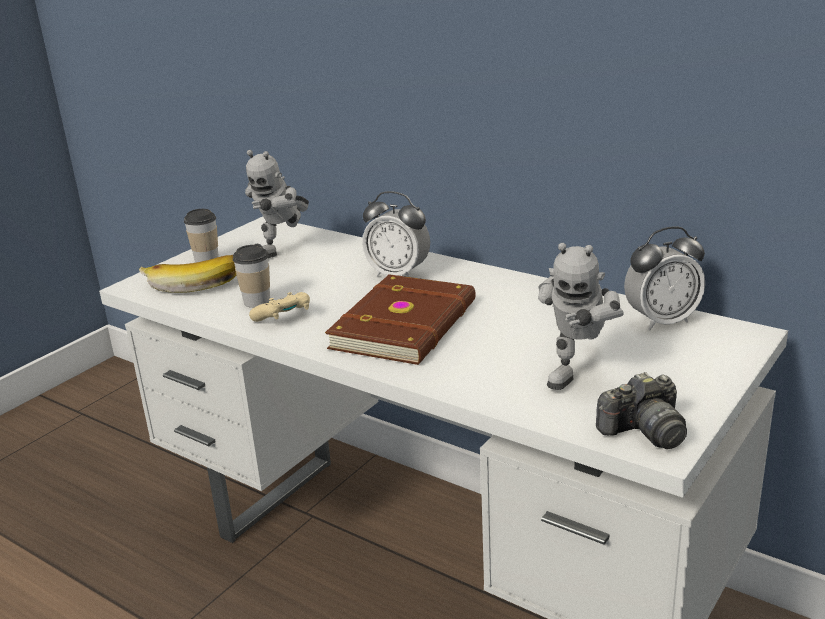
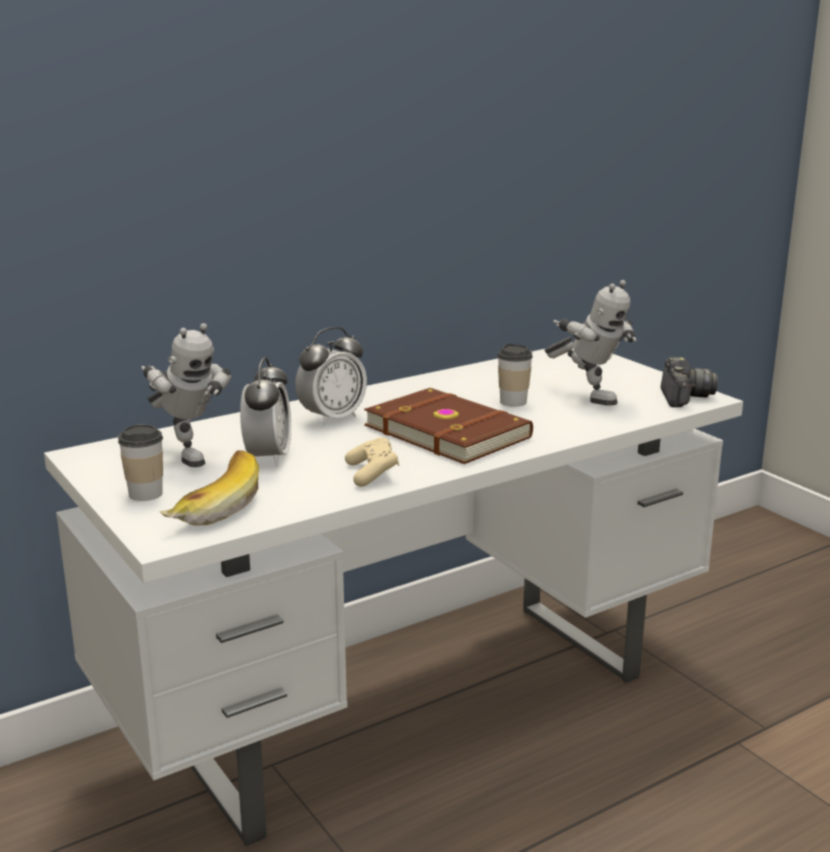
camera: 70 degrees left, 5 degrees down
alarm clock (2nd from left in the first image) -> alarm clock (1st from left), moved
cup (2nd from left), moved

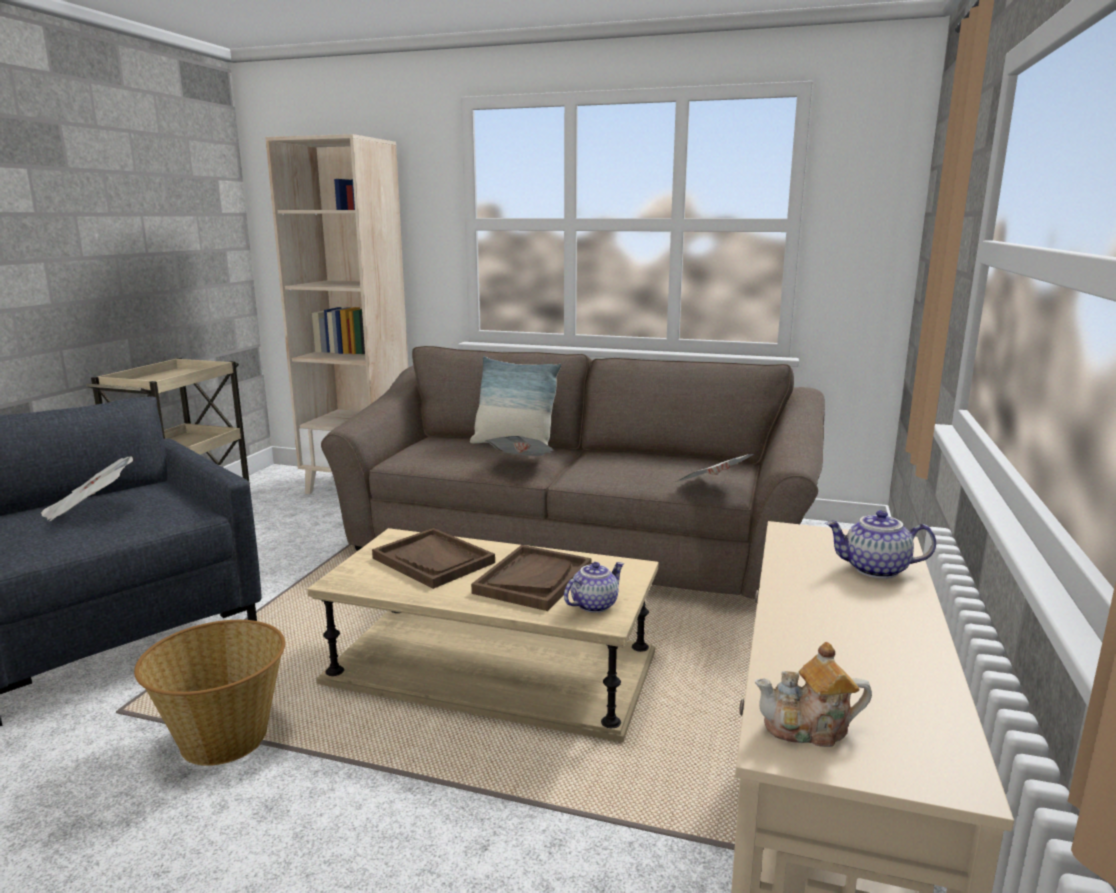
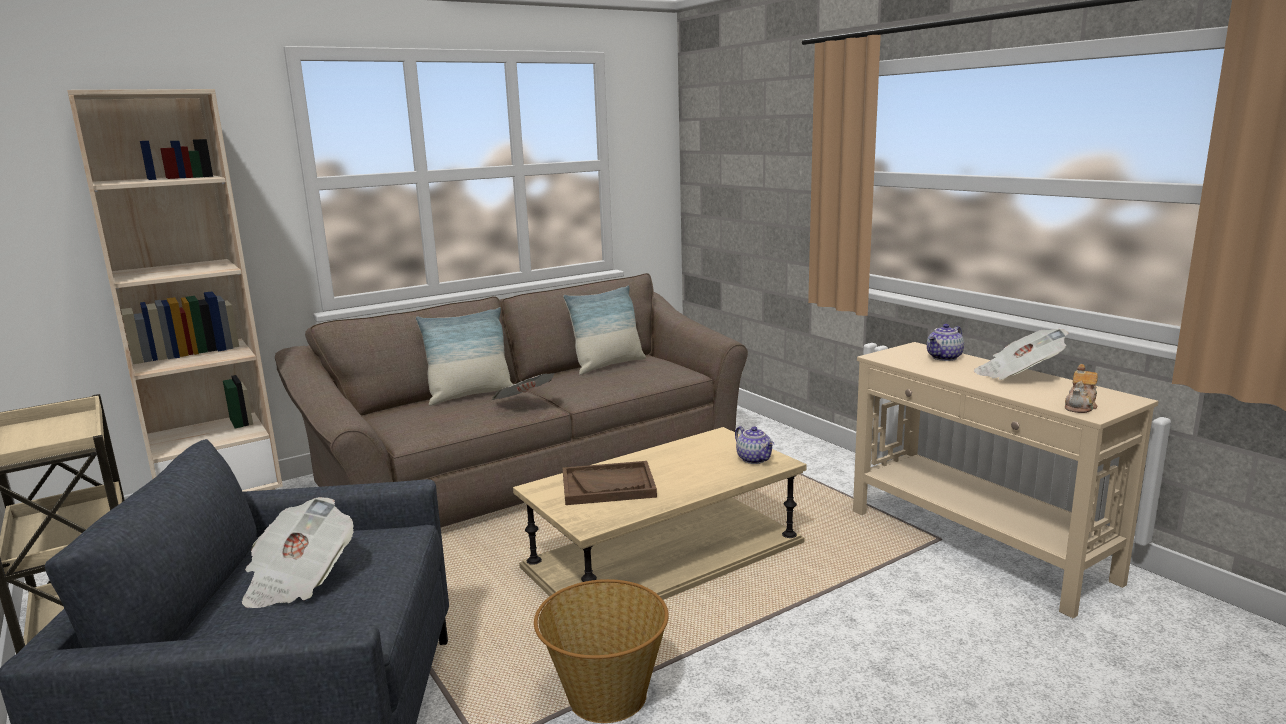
camera: 50 degrees left, 0 degrees up
newspaper (3rd from left), moved
tray in brown (2nd from left) -> none
teapot (1st from left), 150 degrees clockwise
none -> pillow (2nd from left)

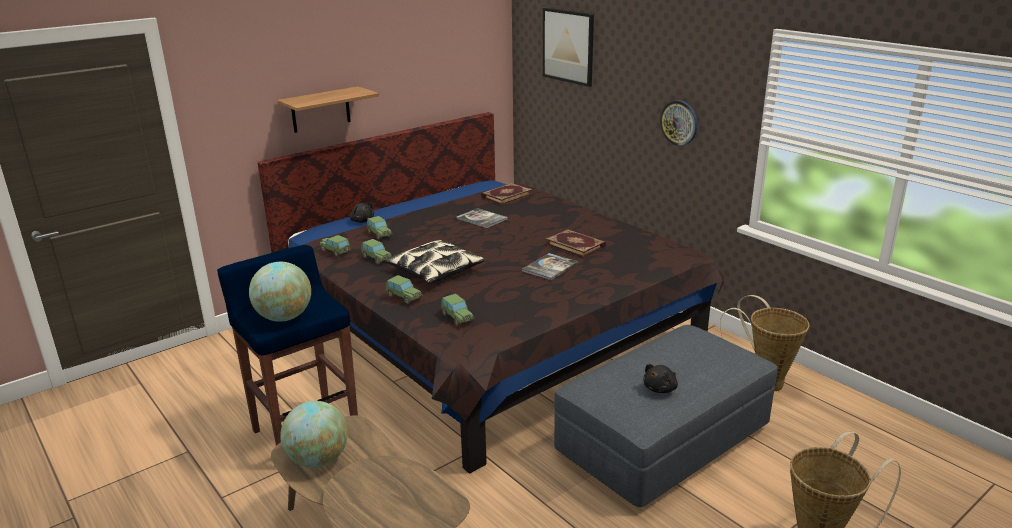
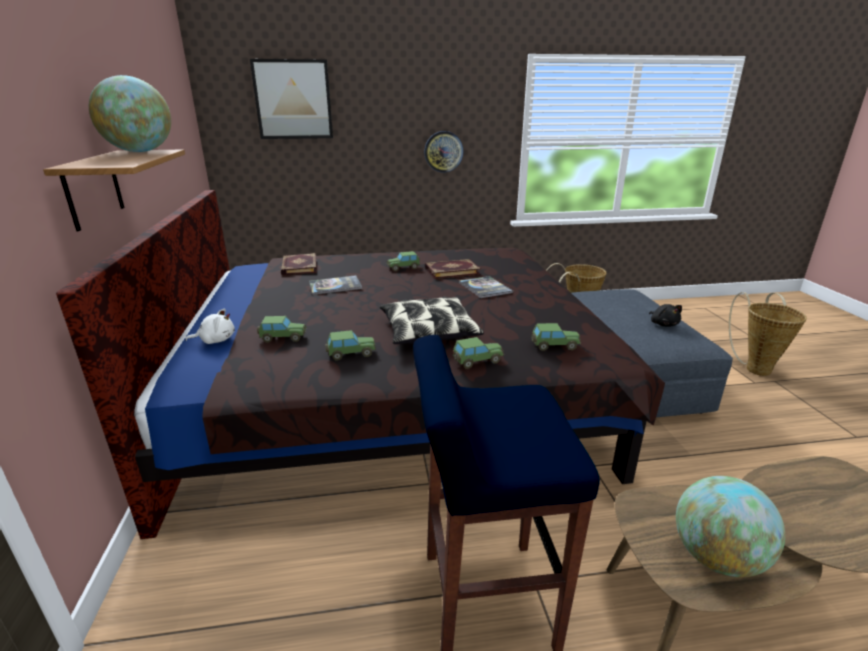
camera: 60 degrees left, 0 degrees up
plush toy in black (1st from left) -> plush toy in white
toy car (1st from left in the first image) -> toy car (3rd from left), moved
globe (1st from left), moved

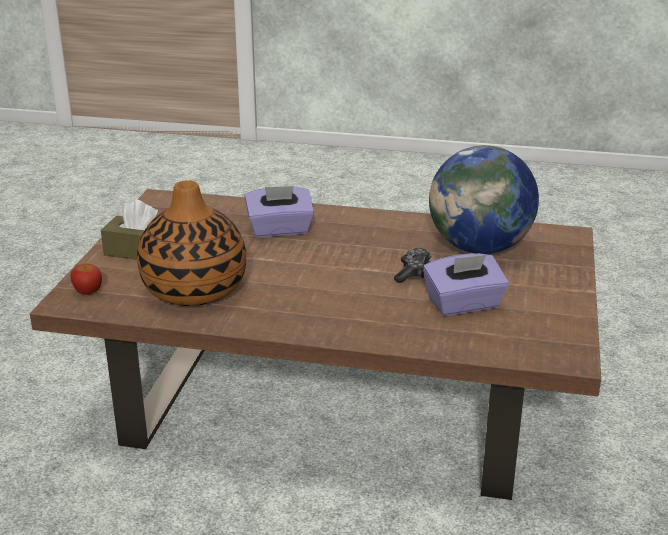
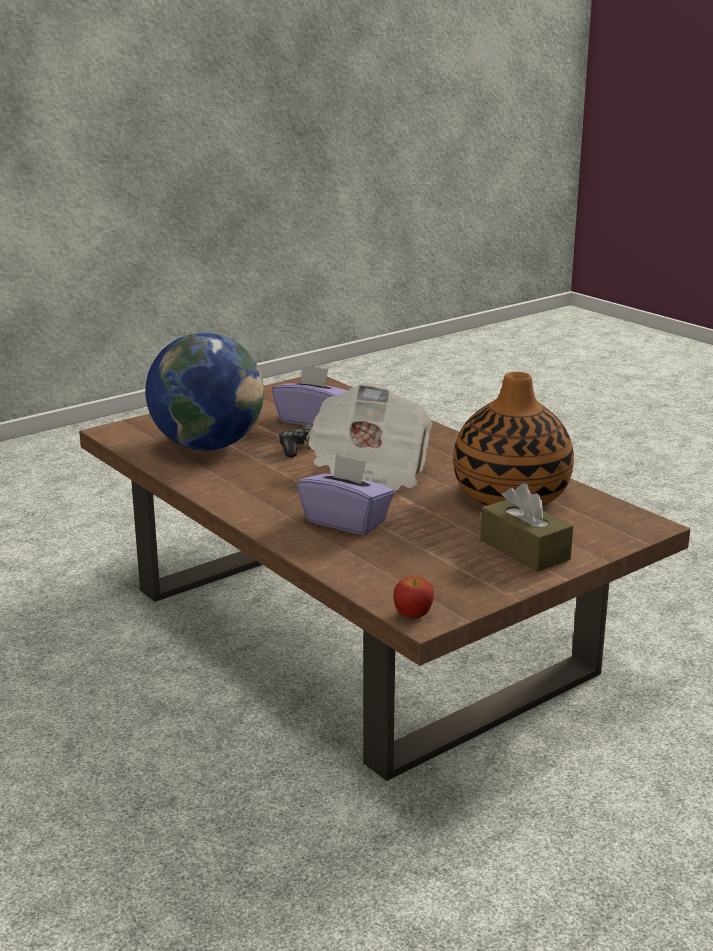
camera: 140 degrees left, 5 degrees down
apple, moved
none -> newspaper

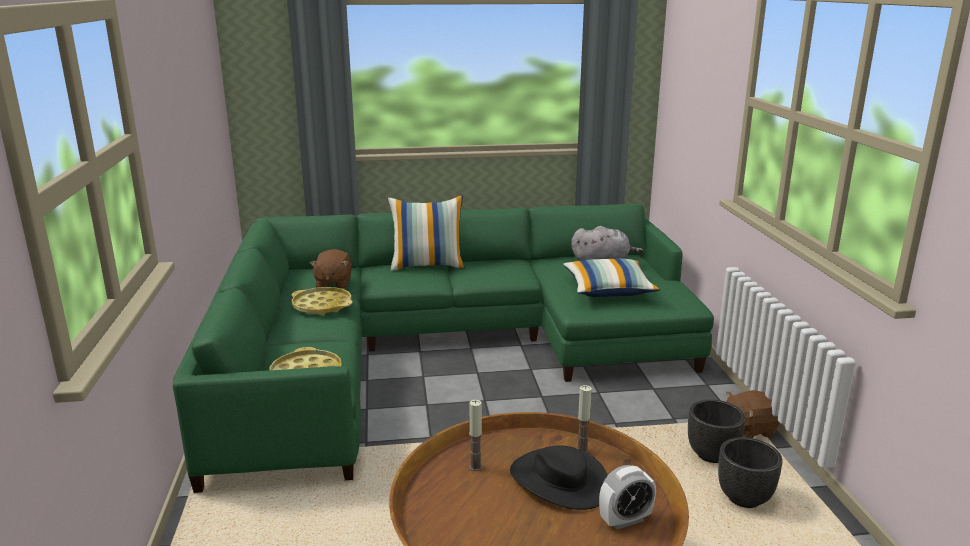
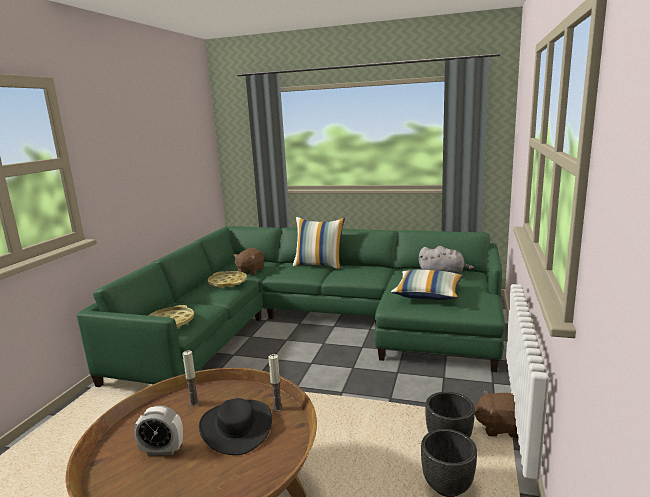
camera: 25 degrees right, 5 degrees down
alarm clock, moved

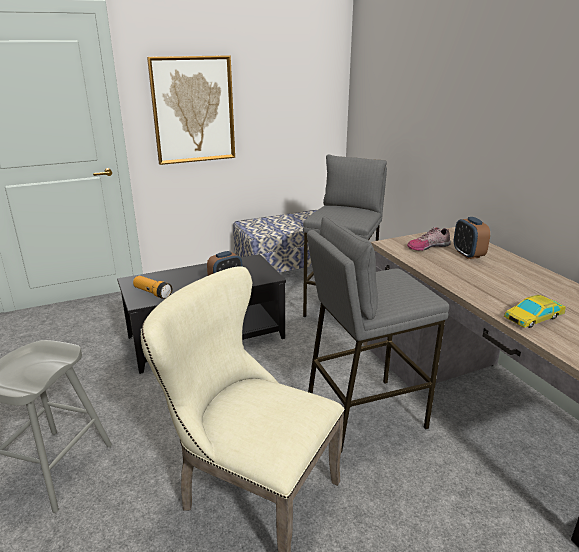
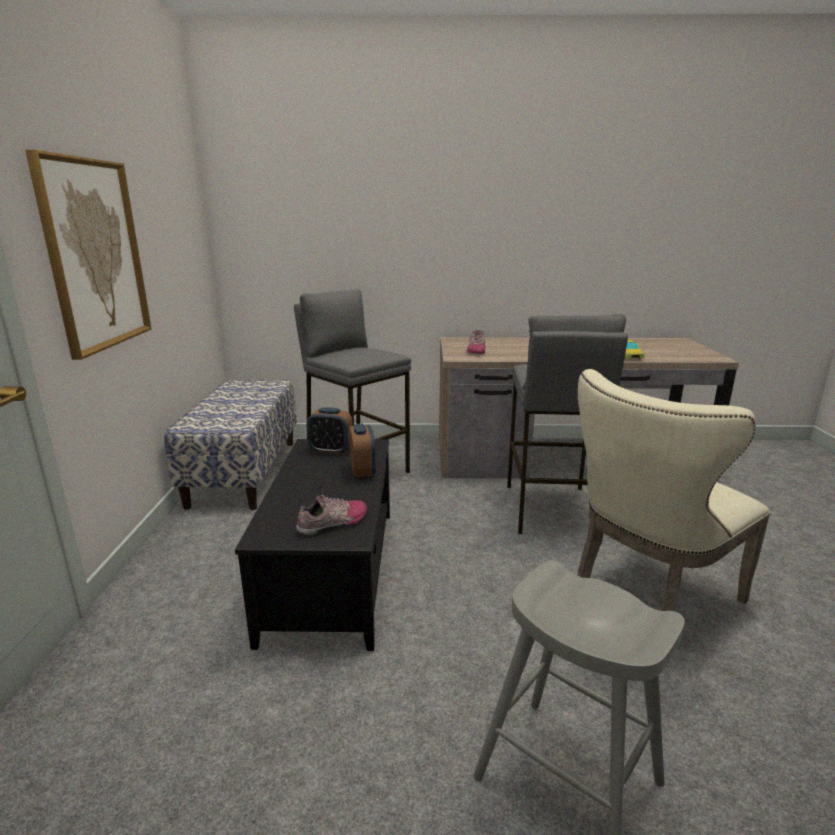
camera: 65 degrees left, 5 degrees down
alarm clock (2nd from left in the first image) -> alarm clock (1st from left), moved
flashlight -> shoe (1st from left)

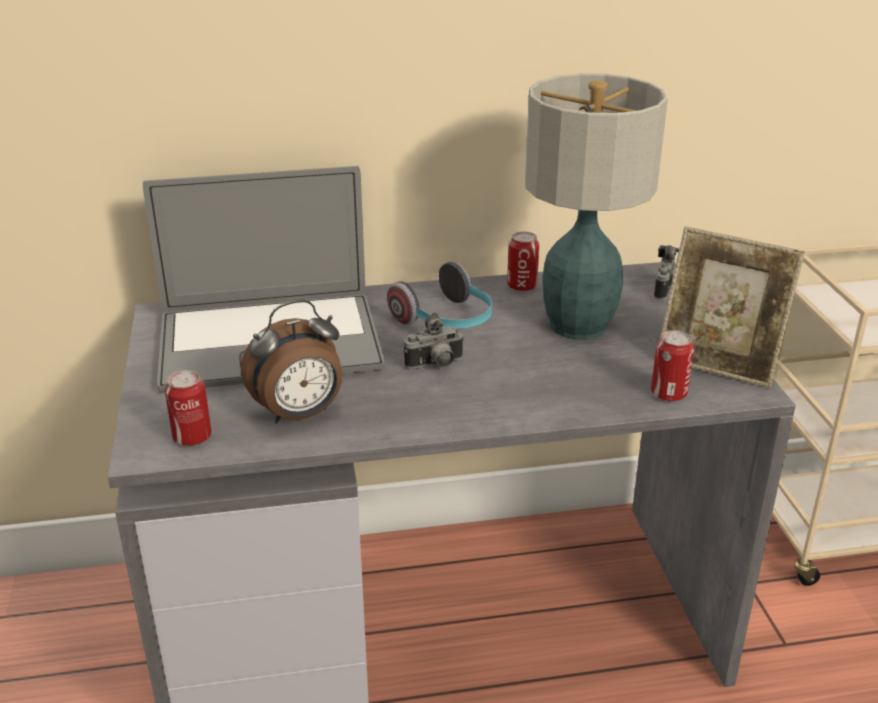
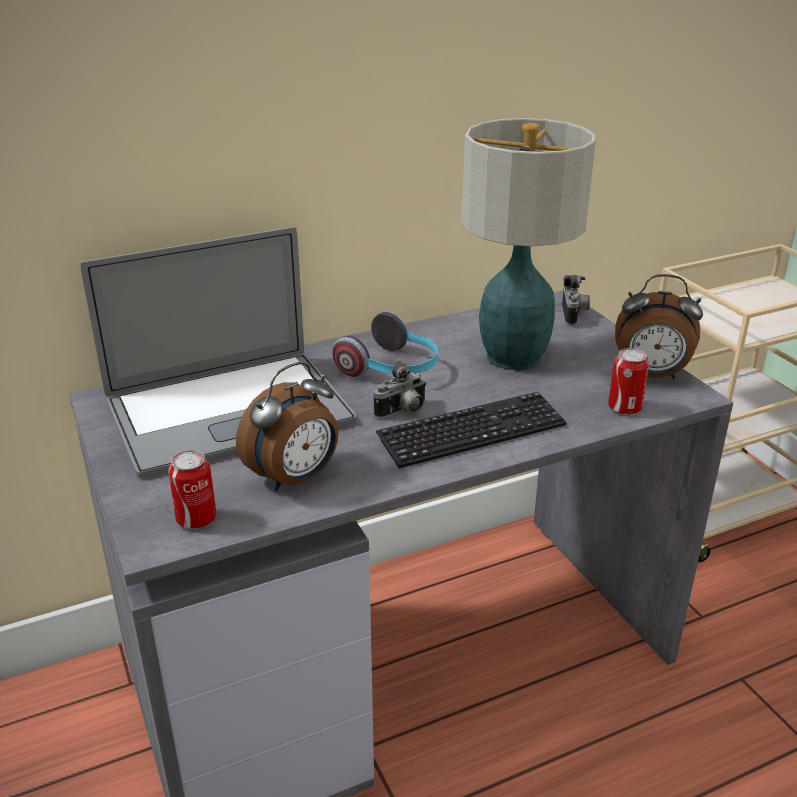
camera: 15 degrees left, 0 degrees up
picture frame -> alarm clock (2nd from left)
can (2nd from left) -> none
none -> keyboard

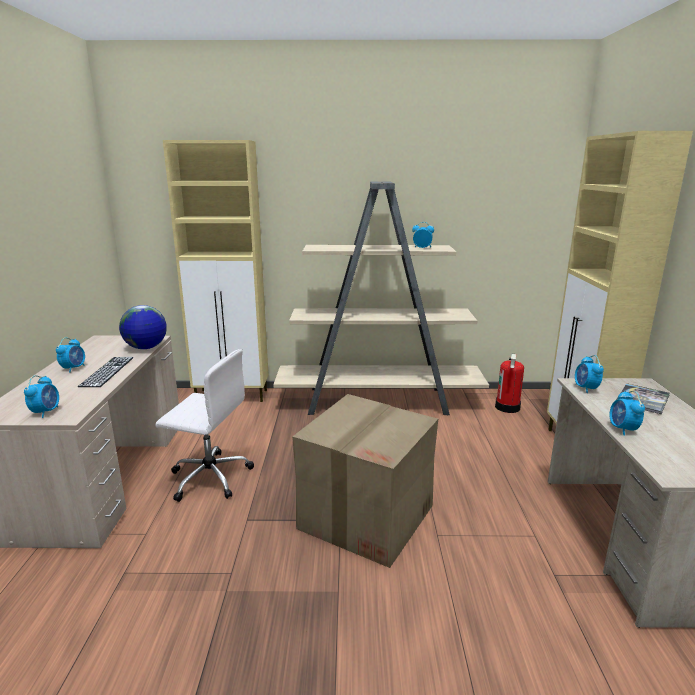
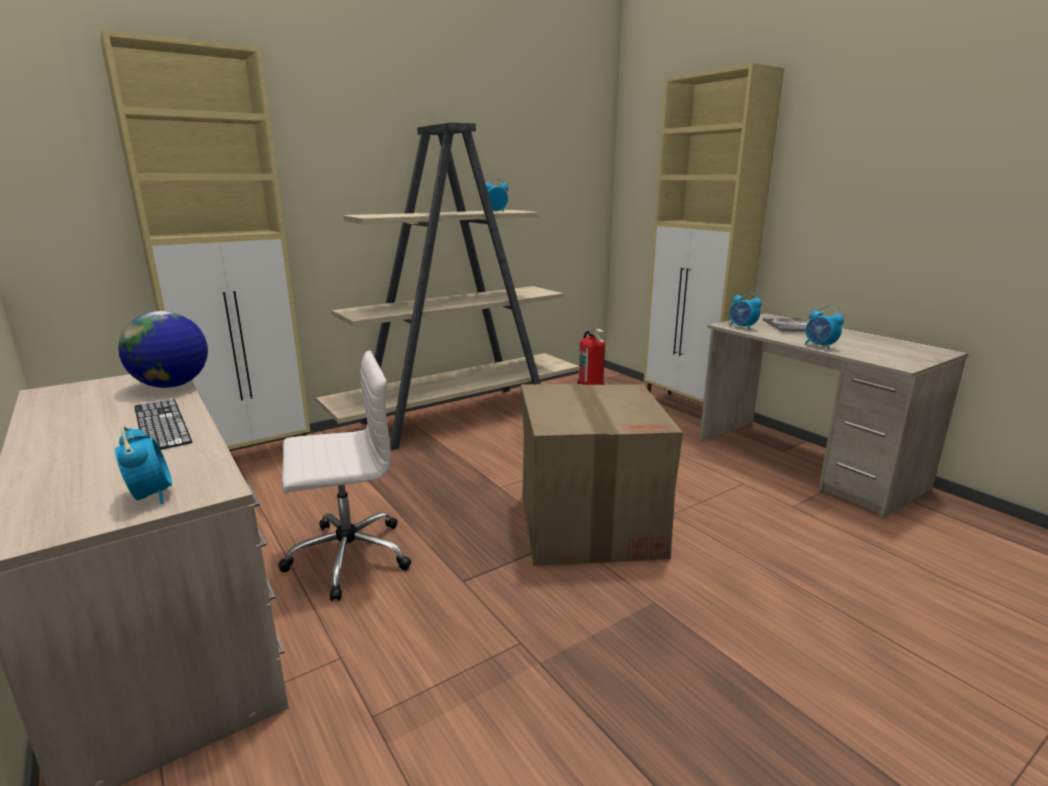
camera: 35 degrees left, 0 degrees up
alarm clock (2nd from left) -> none

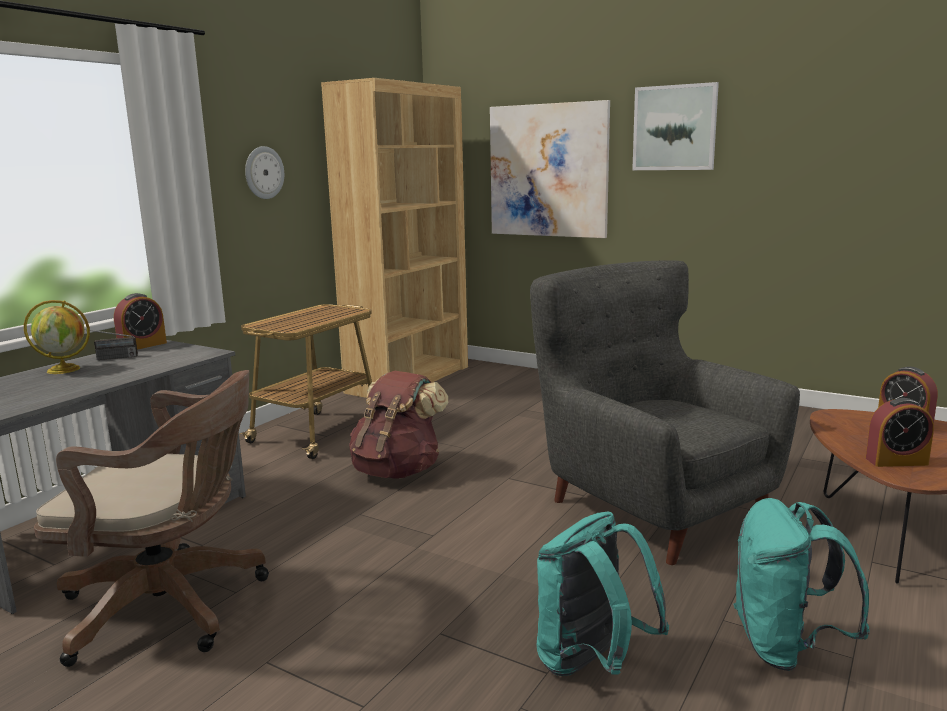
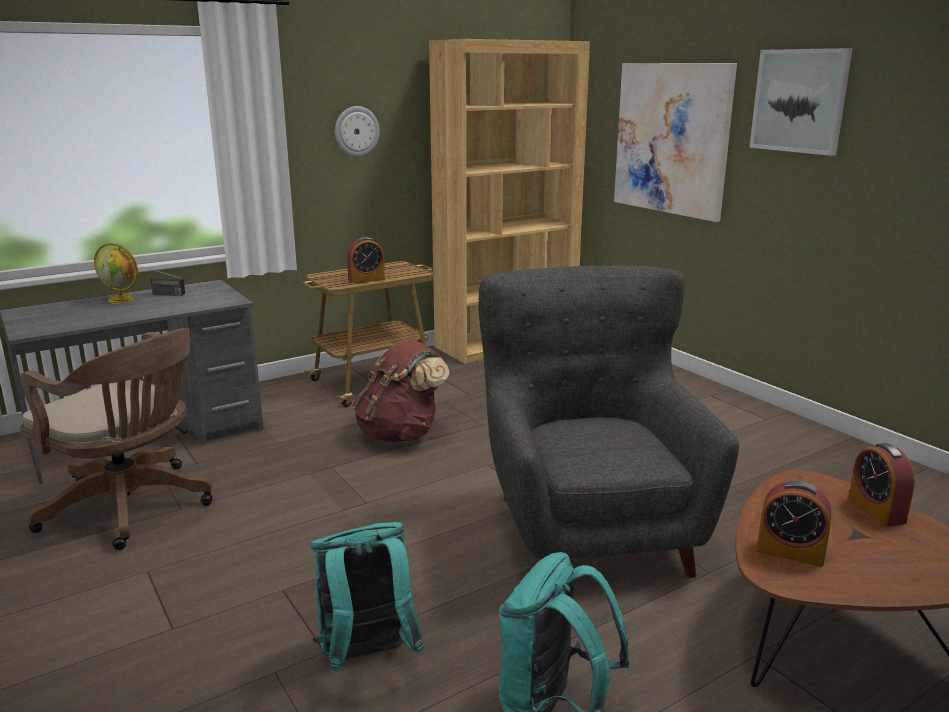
camera: 25 degrees right, 5 degrees up
alarm clock (1st from left), moved

